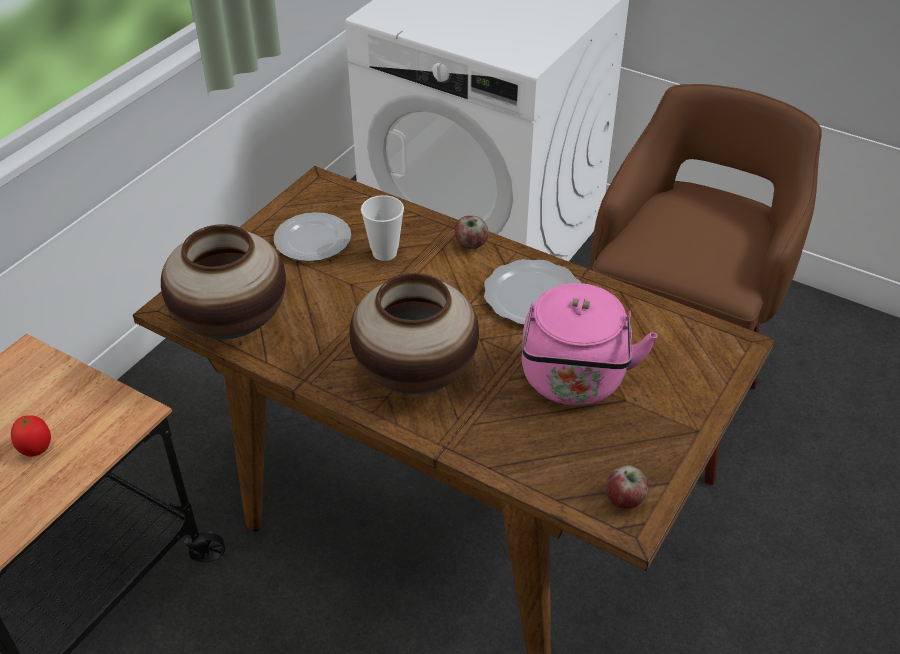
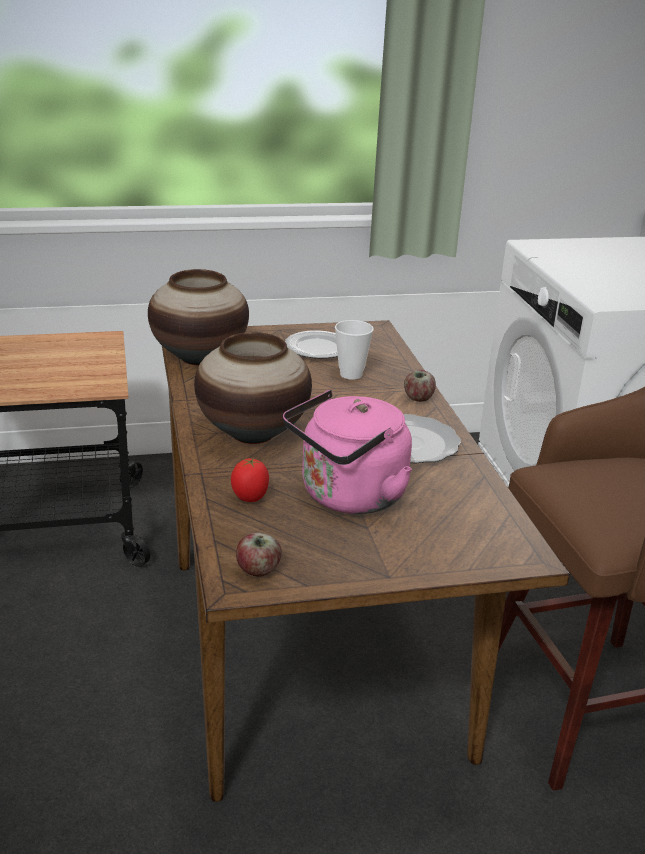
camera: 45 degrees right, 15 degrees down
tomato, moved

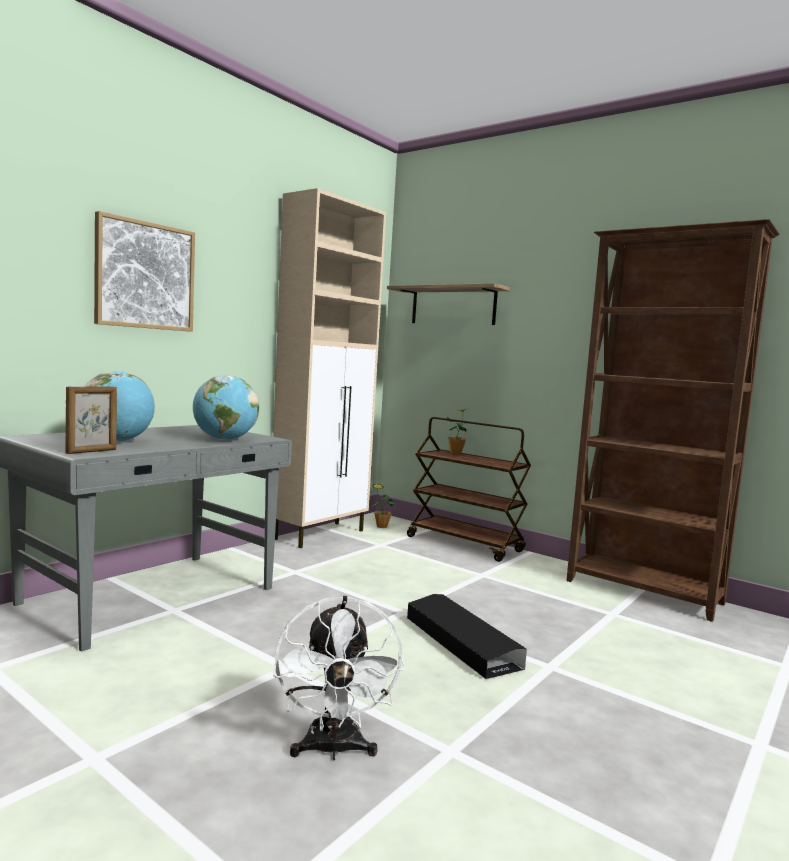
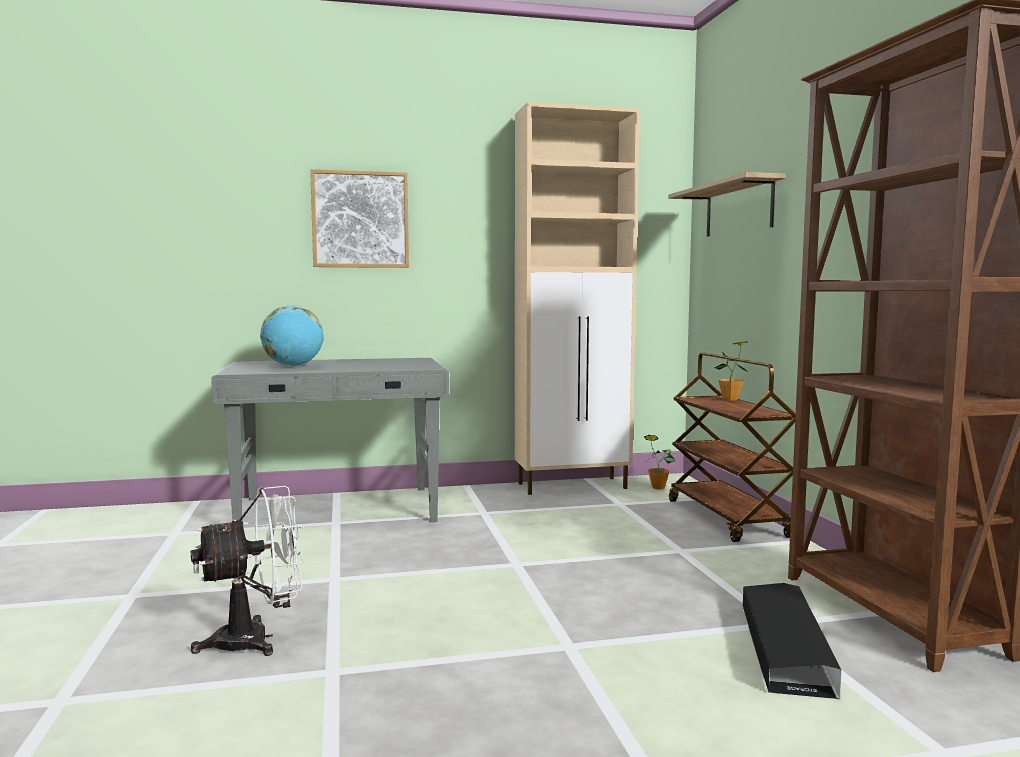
camera: 40 degrees right, 0 degrees up
globe (2nd from left) -> none
picture frame -> none
storage box in black, moved
fan in white, 150 degrees counterclockwise

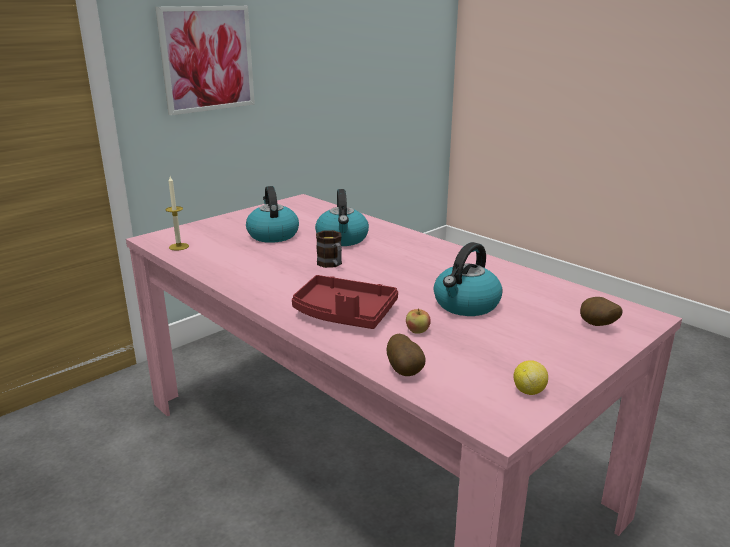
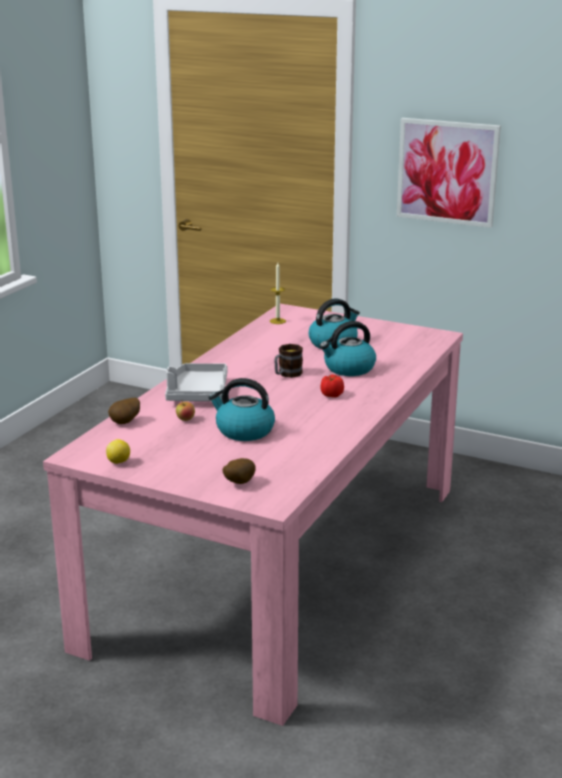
camera: 70 degrees right, 0 degrees up
tray in red -> tray in grey
none -> tomato

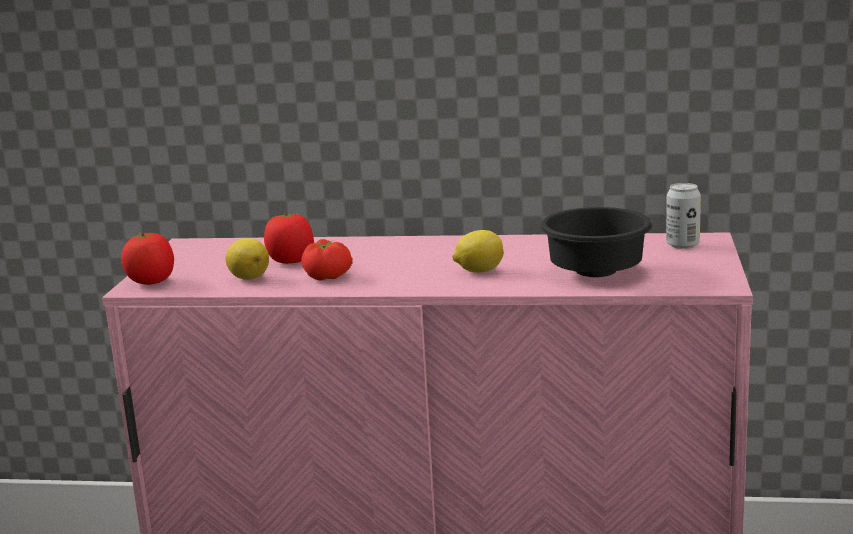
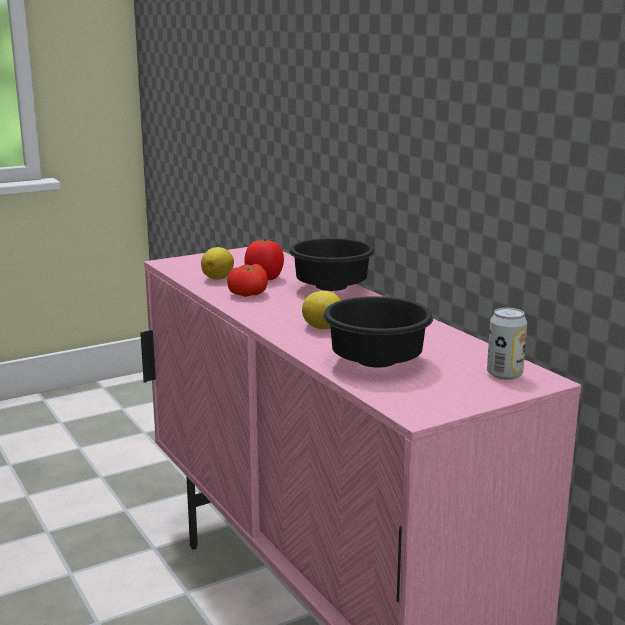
camera: 50 degrees right, 0 degrees up
tomato (1st from left) -> none
none -> bowl in black (1st from left)

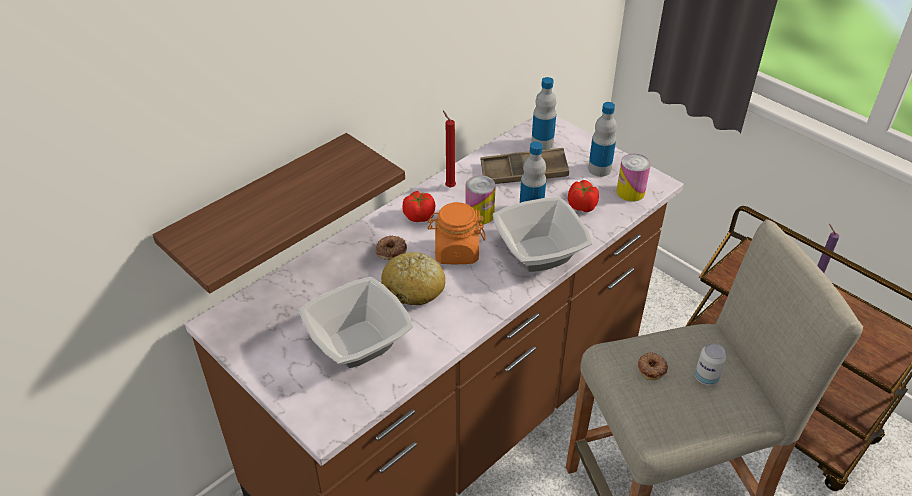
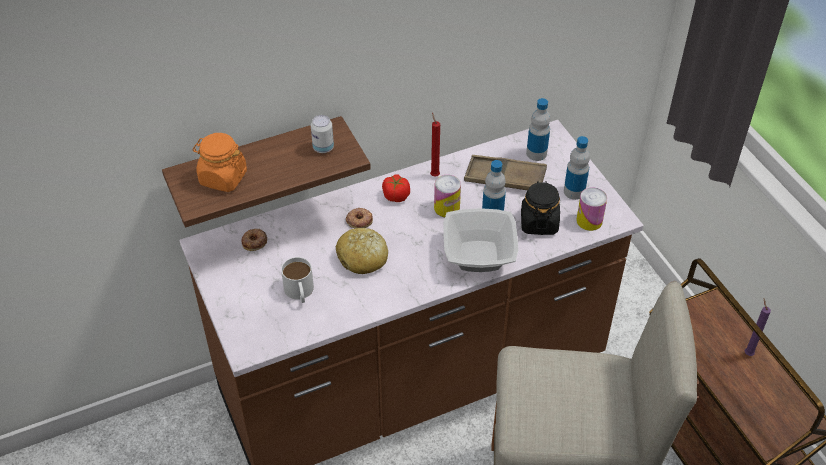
camera: 20 degrees right, 5 degrees up
tomato (2nd from left) -> jar in black
jar in orange, moved
bowl (1st from left) -> mug in white
can (3rd from left in the first image) -> can (1st from left), moved
donut (2nd from left in the first image) -> donut (1st from left), moved

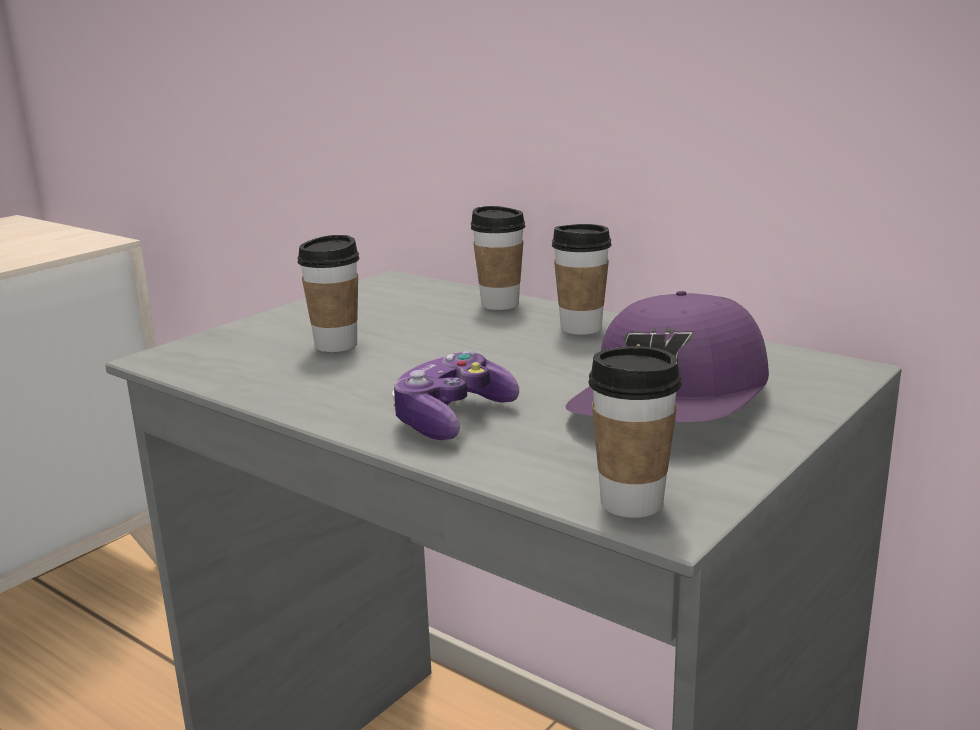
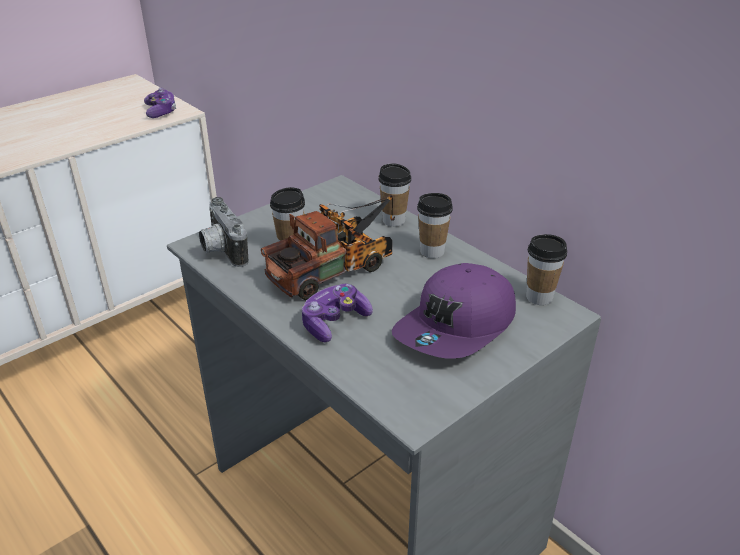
camera: 10 degrees right, 15 degrees up
cup (4th from left), moved
none -> game controller (1st from left)
none -> toy truck
none -> photo camera

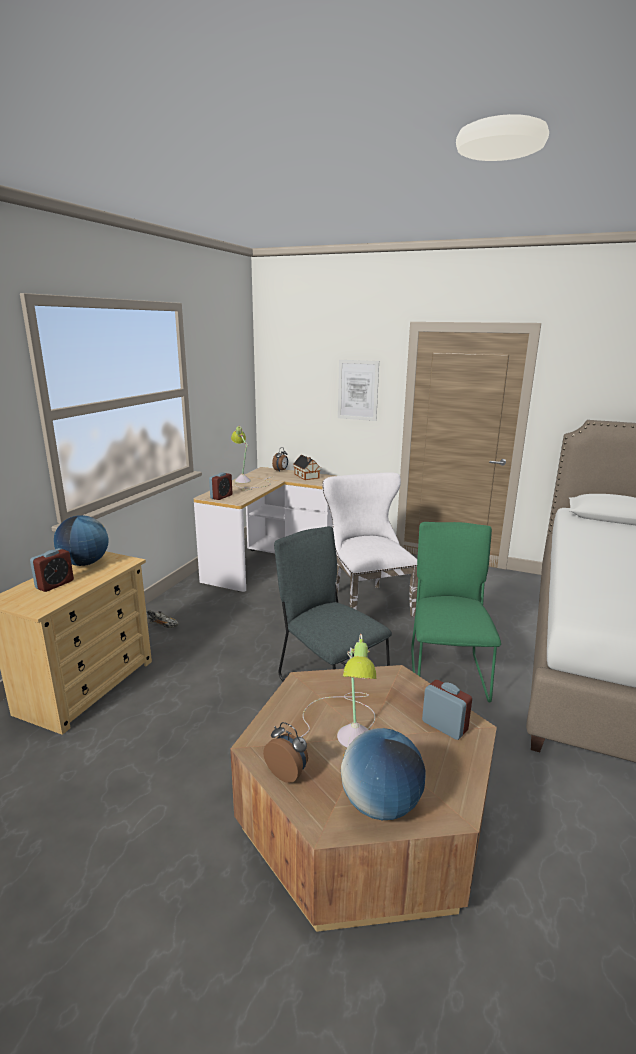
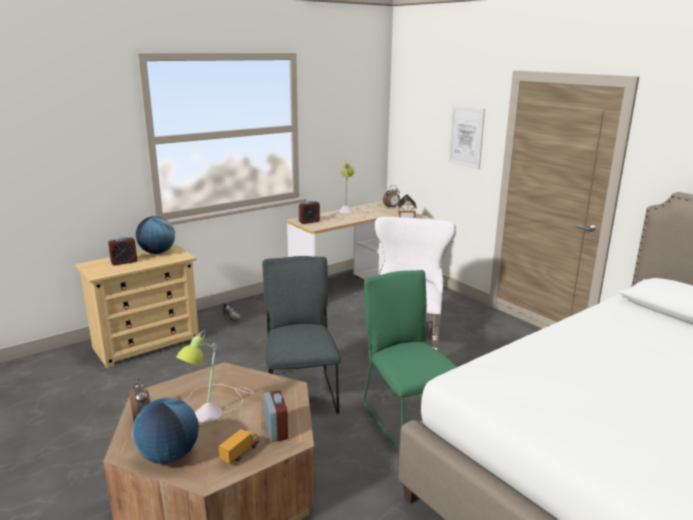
camera: 30 degrees right, 0 degrees up
chair in green, 60 degrees counterclockwise
none -> toy truck

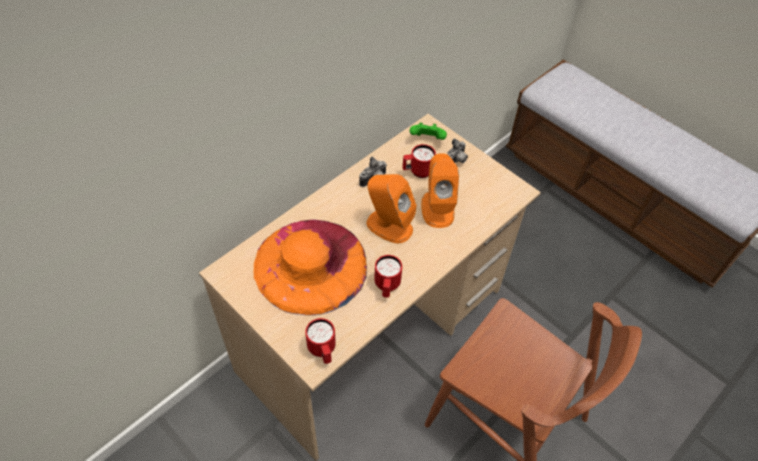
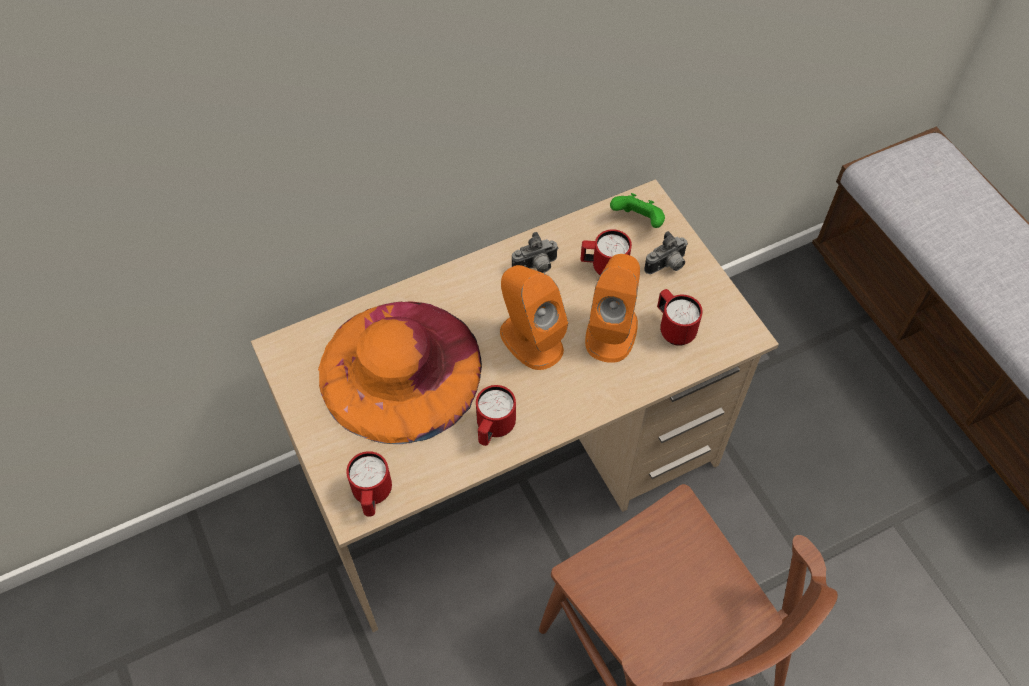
camera: 20 degrees right, 5 degrees up
none -> mug in red (4th from left)

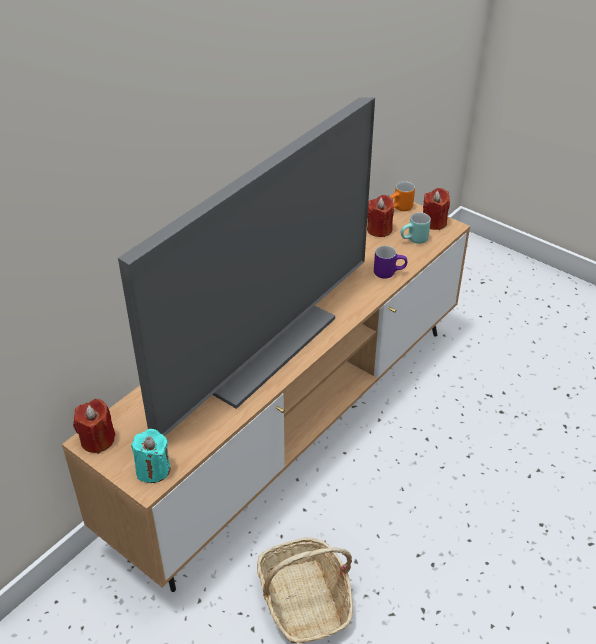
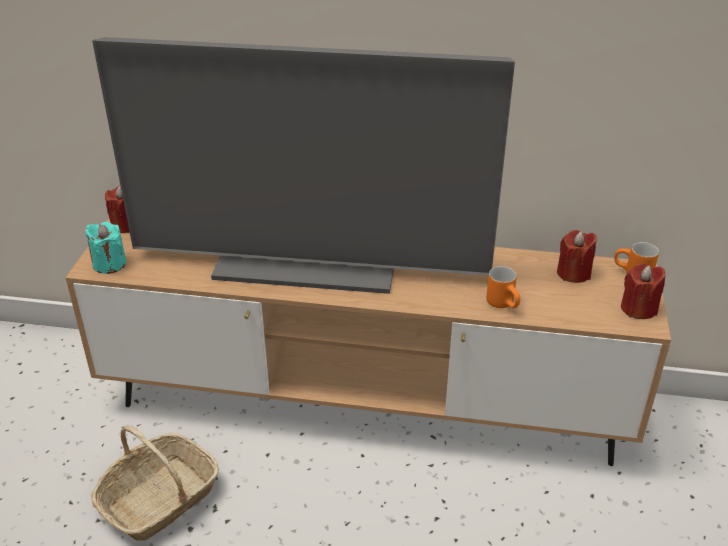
camera: 60 degrees right, 5 degrees down
mug in turquoise -> none
mug in purple -> mug in orange (1st from left)

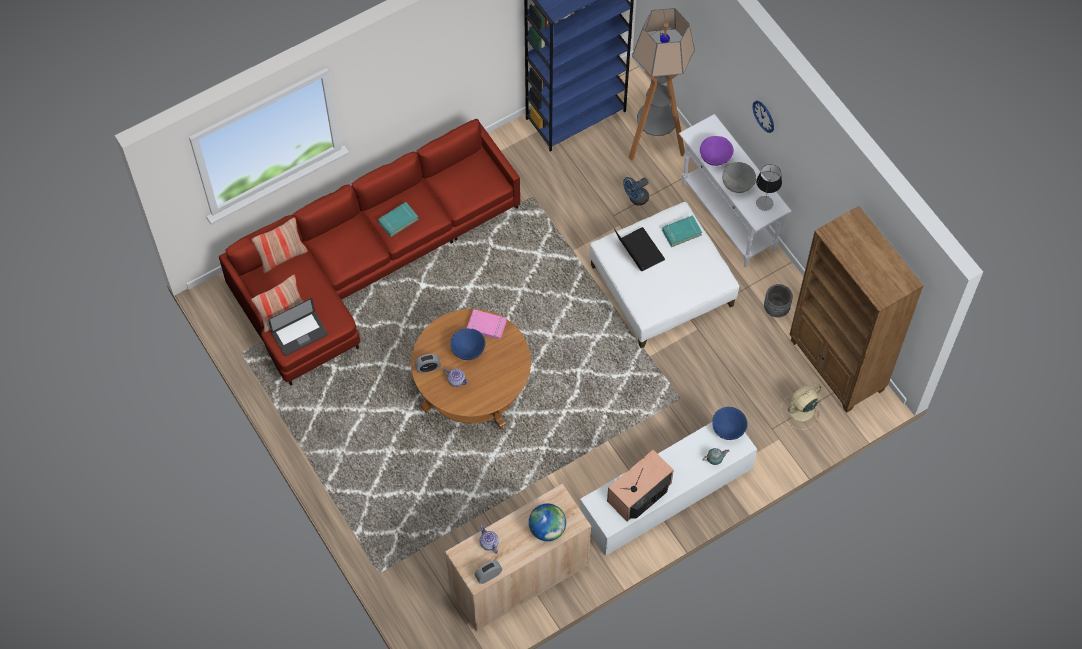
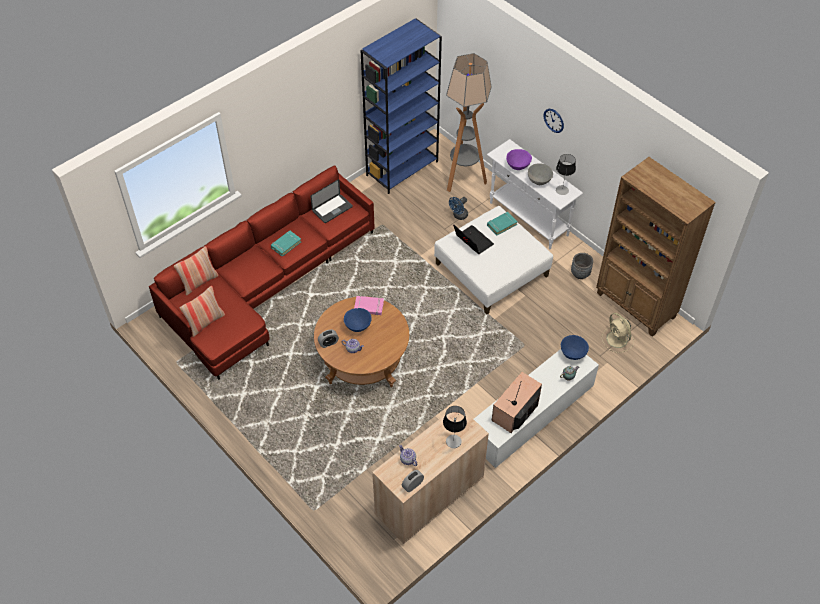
camera: 10 degrees left, 10 degrees down
laptop (1st from left), moved
fan in beige, 75 degrees counterclockwise
globe -> table lamp (1st from left)

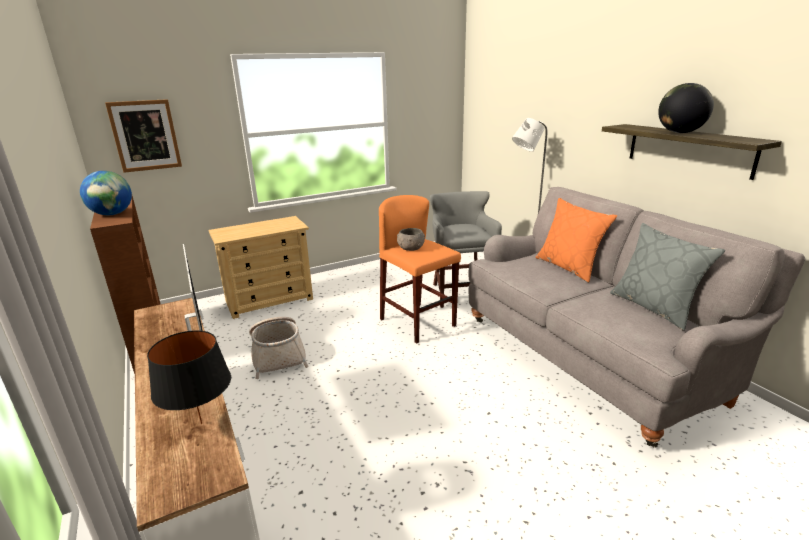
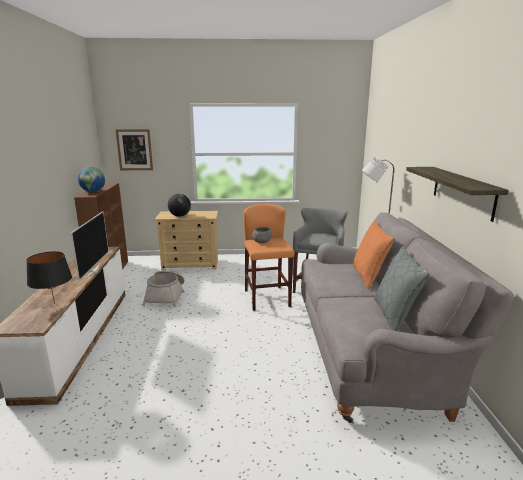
camera: 25 degrees right, 5 degrees down
globe (2nd from left), moved

